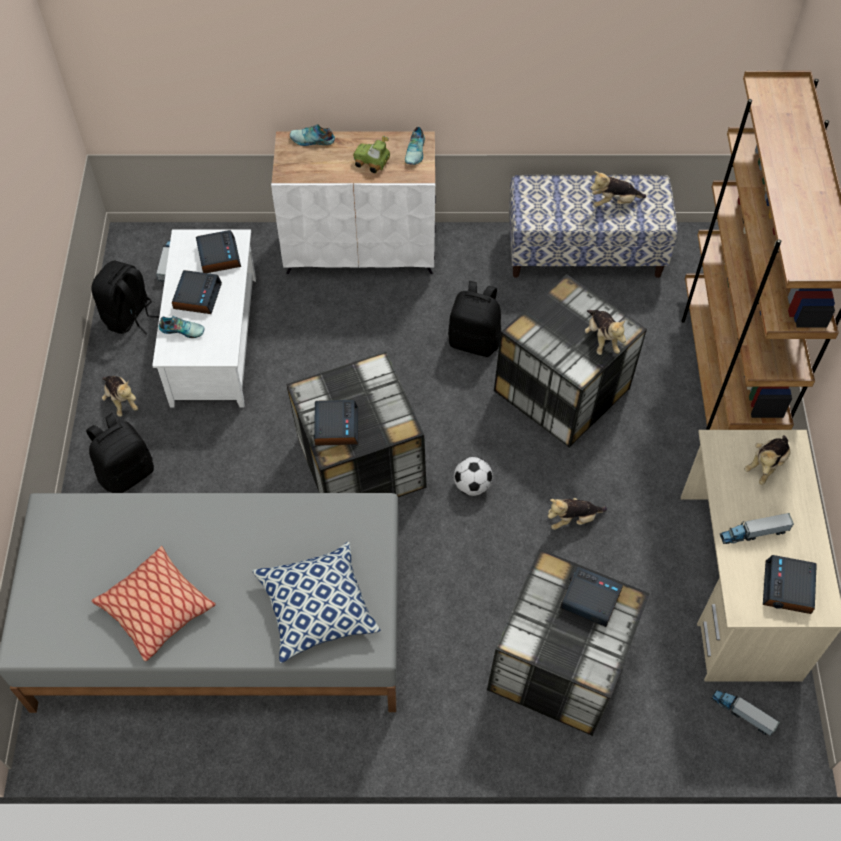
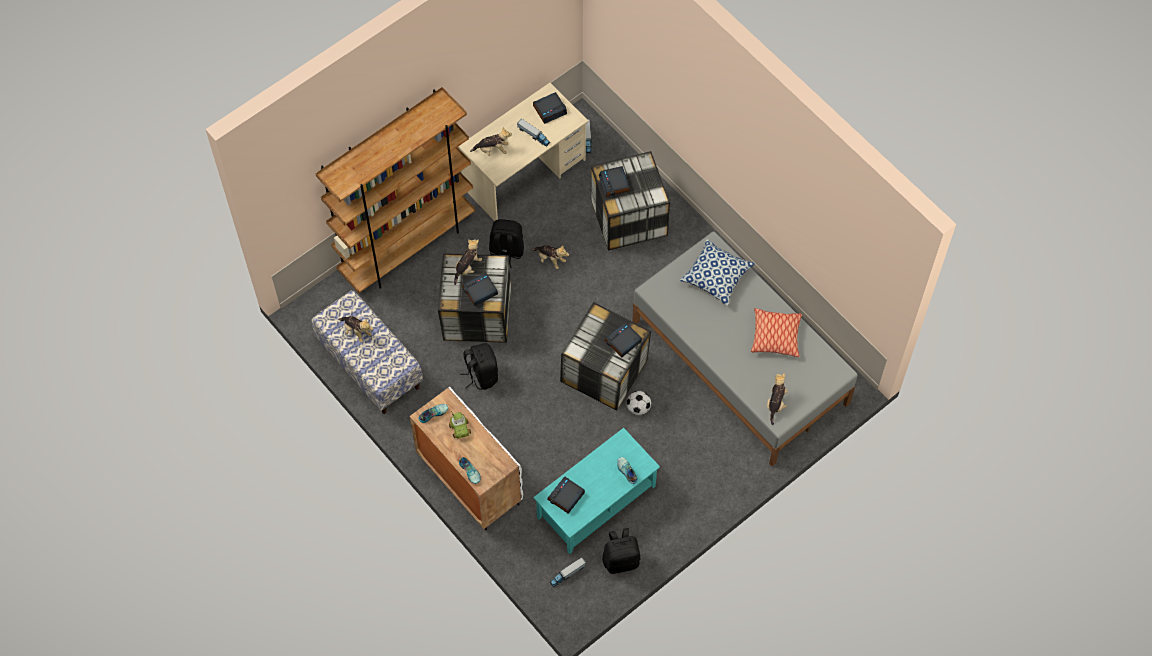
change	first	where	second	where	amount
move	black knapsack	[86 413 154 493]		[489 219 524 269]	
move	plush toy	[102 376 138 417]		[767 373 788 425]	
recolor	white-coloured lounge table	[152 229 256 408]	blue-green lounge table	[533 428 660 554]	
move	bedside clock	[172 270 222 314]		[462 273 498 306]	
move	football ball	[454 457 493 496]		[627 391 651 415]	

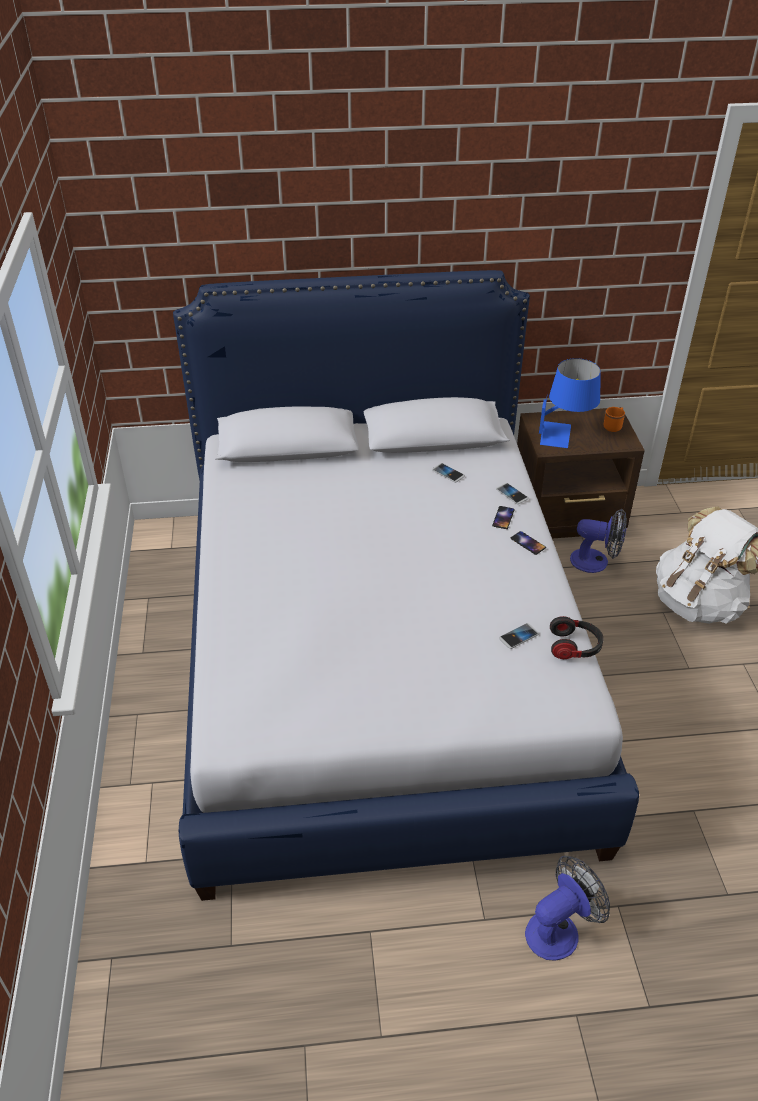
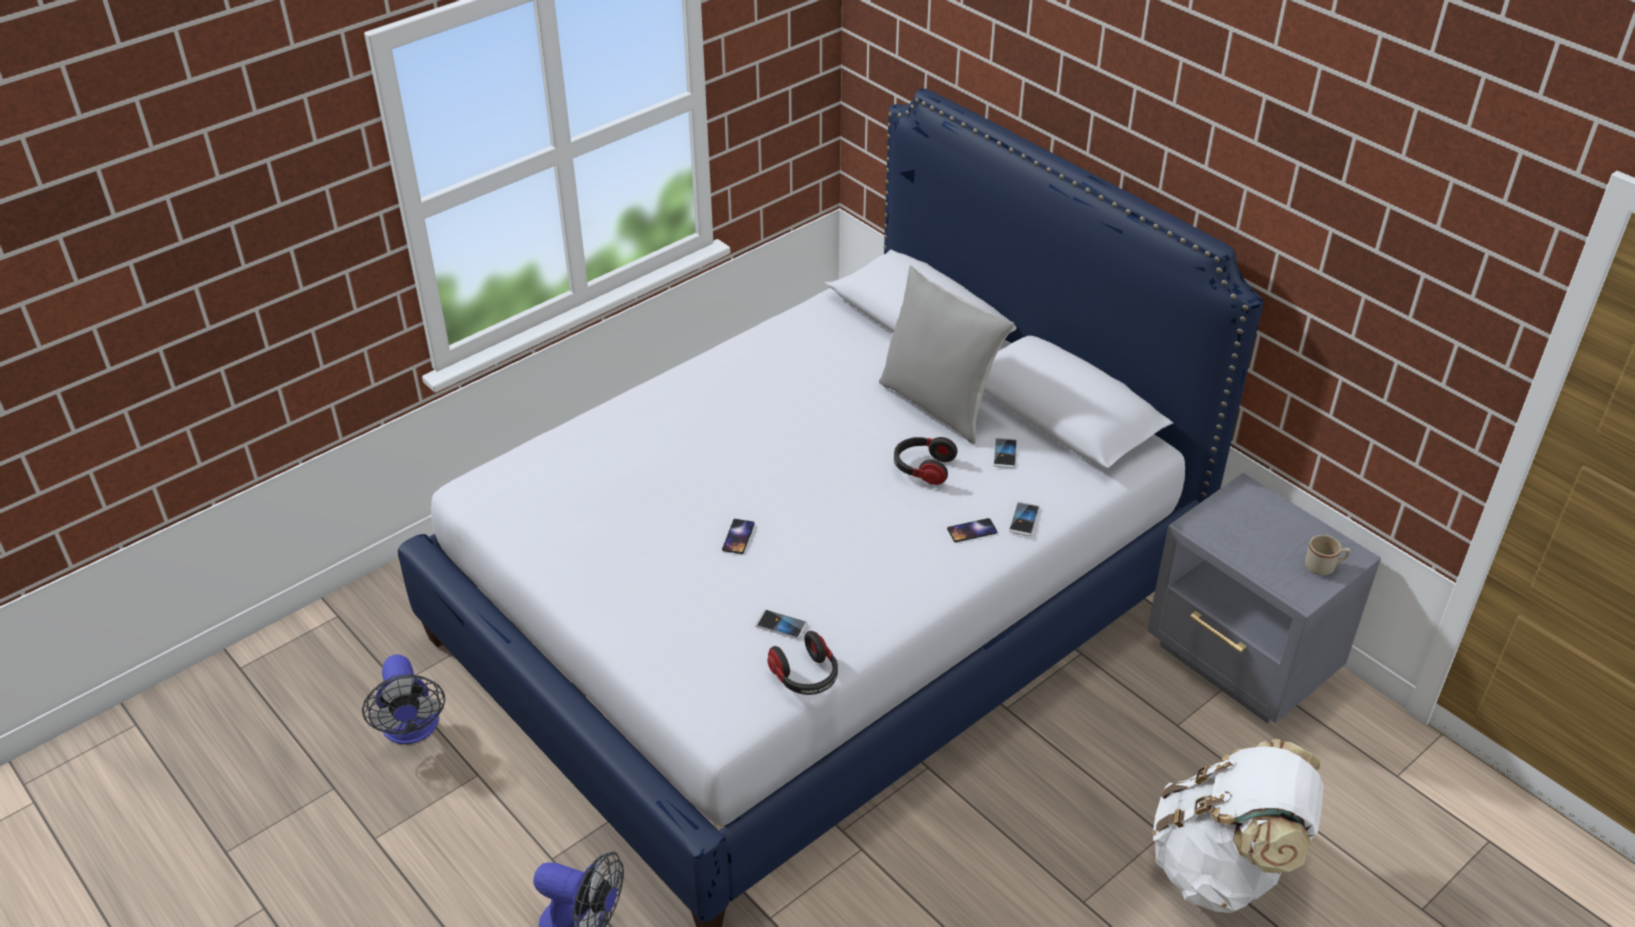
change	first	where	second	where	amount
move	handset	[510 531 546 555]		[722 519 755 554]	
recolor	brownish night table	[517 407 645 538]	greyish night table	[1147 473 1381 723]	
delete	bluish lamp for a table	[539 358 601 448]			
move	cooling fan	[570 509 627 573]		[362 654 445 744]	
recolor	orange tea mug	[604 407 625 432]	beige-coloured tea mug	[1305 535 1350 576]	
insert			greyish cushion	[879 265 1014 444]	
insert			pair of headphones	[894 437 958 485]	

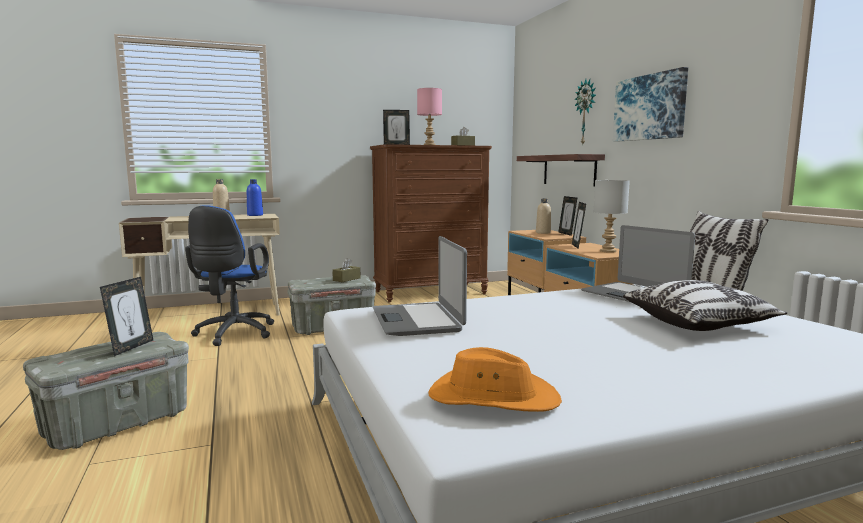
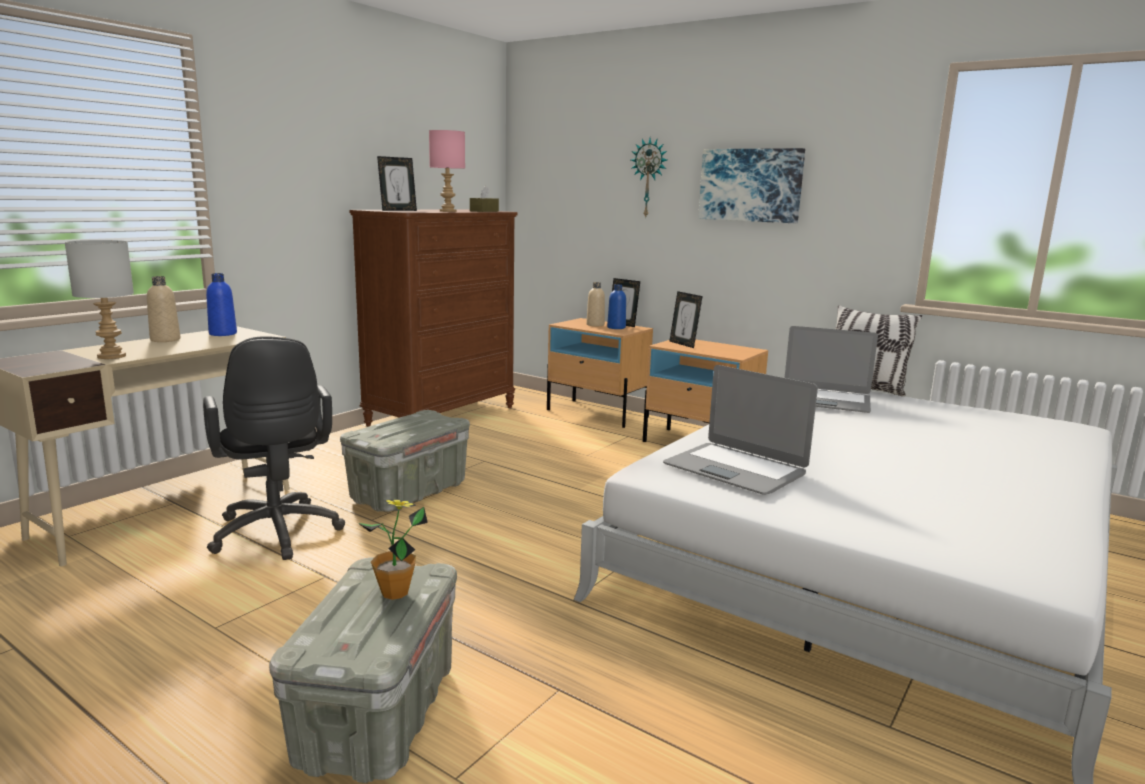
change	first	where	second	where	amount
replace	standing frame	[100 277 153 356]	plant in a pot	[358 499 428 600]	
recolor	bluish office chair	[185 205 274 346]	black office chair	[203 336 345 560]	
delete	brownish box of tissues	[332 258 361 282]			
delete	orange hat	[428 347 562 412]			
delete	shelf	[517 154 605 187]			
move	greyish lamp for a table	[594 180 630 253]		[65 240 134 359]	
delete	cushion	[623 280 787 331]			
insert			bluish bottle	[607 284 626 329]	

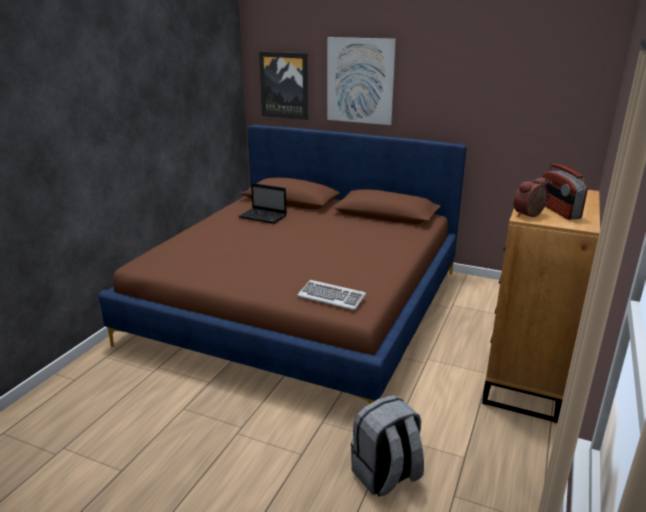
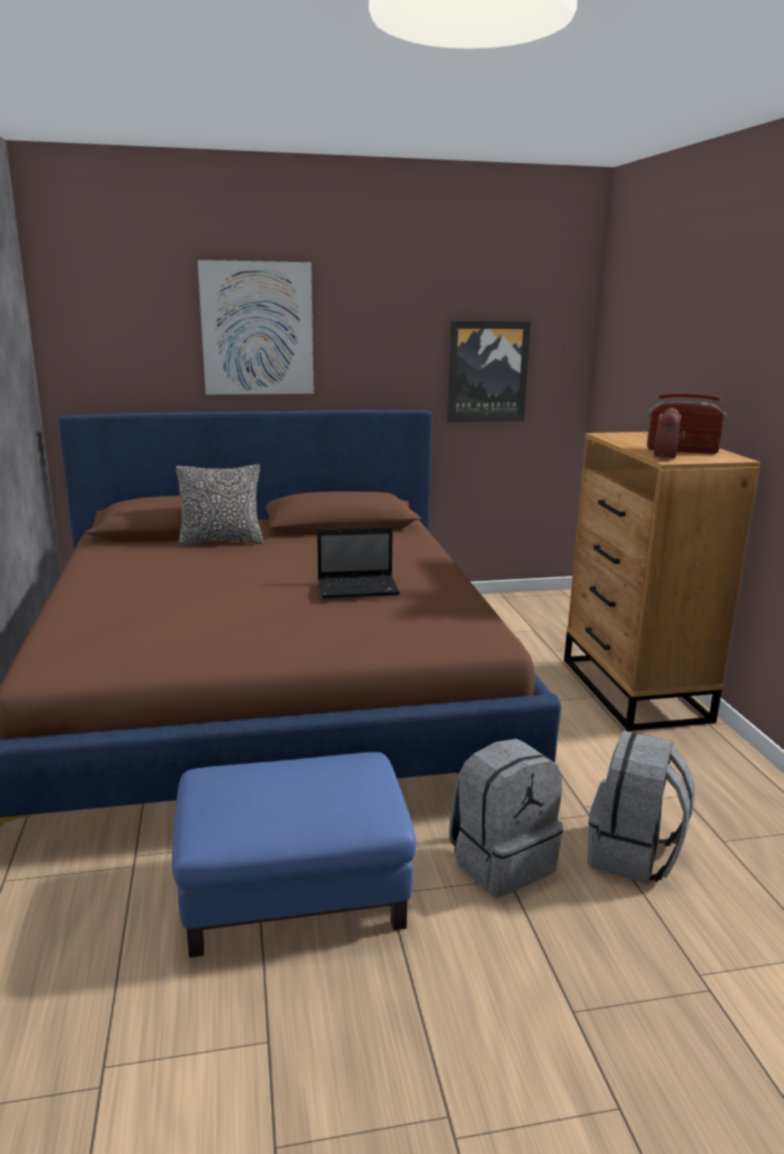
change	first	where	second	where	amount
move	laptop	[238 183 287 224]		[317 527 400 598]	
move	wall picture	[259 52 308 120]		[447 321 531 422]	
delete	computer keyboard	[297 280 366 310]			
rotate	radio	[542 163 588 220]		[647 393 727 454]	150 degrees clockwise
insert			bluish ottoman	[172 752 417 958]	
insert			cushion	[176 464 263 546]	
insert			greyish knapsack	[449 739 563 898]	

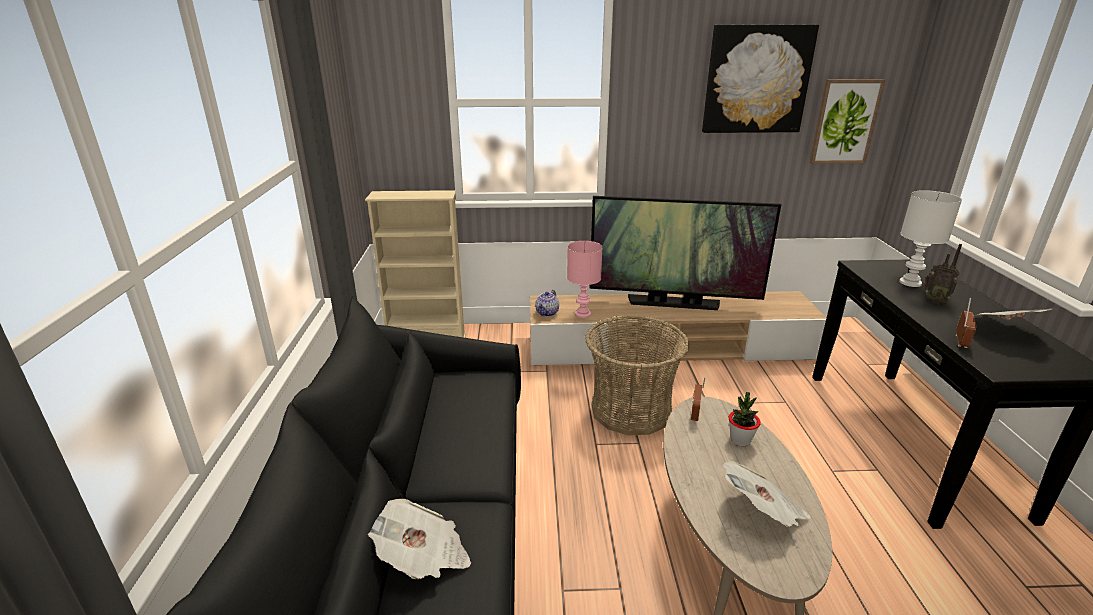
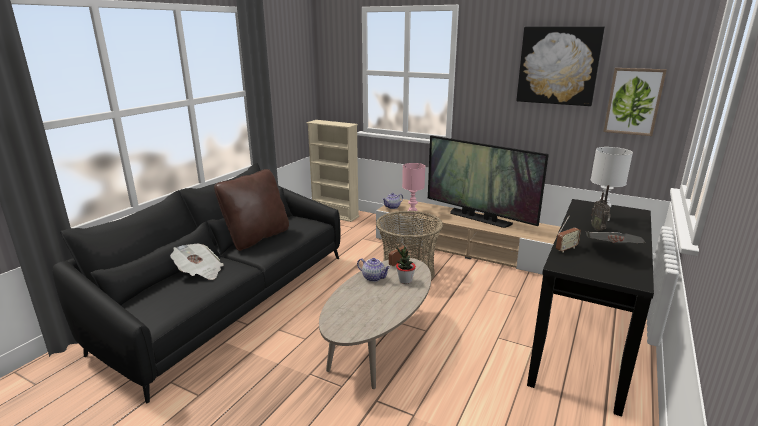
change	first	where	second	where	amount
delete	daily paper	[723 461 811 527]			
insert			brownish cushion	[214 169 289 251]	
insert			teapot	[357 258 390 282]	

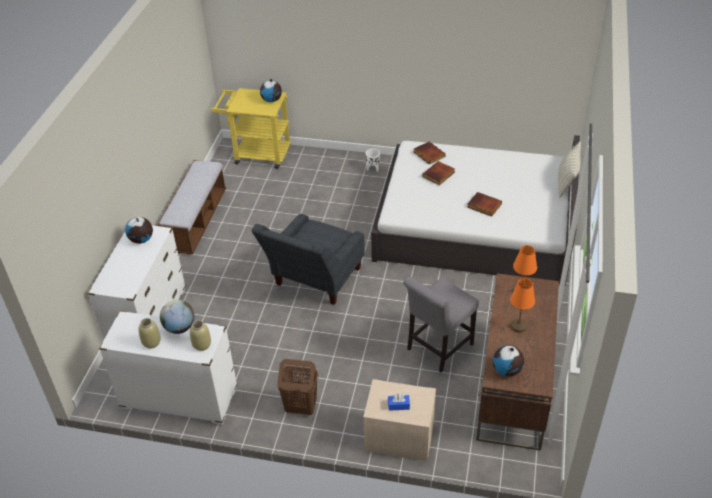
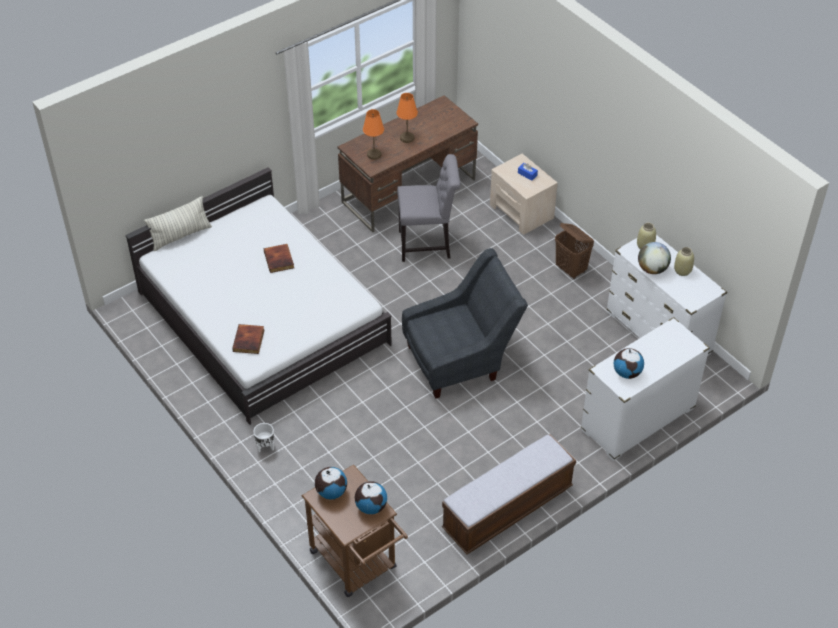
change	first	where	second	where	amount
recolor	yellowish wheeled cart	[211 88 291 169]	brownish wheeled cart	[302 464 408 597]	
delete	bound book	[422 161 455 185]			
move	world globe	[493 345 524 377]		[355 481 387 514]	

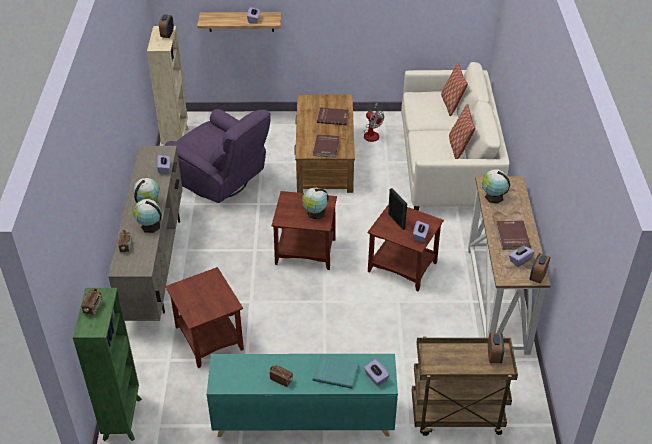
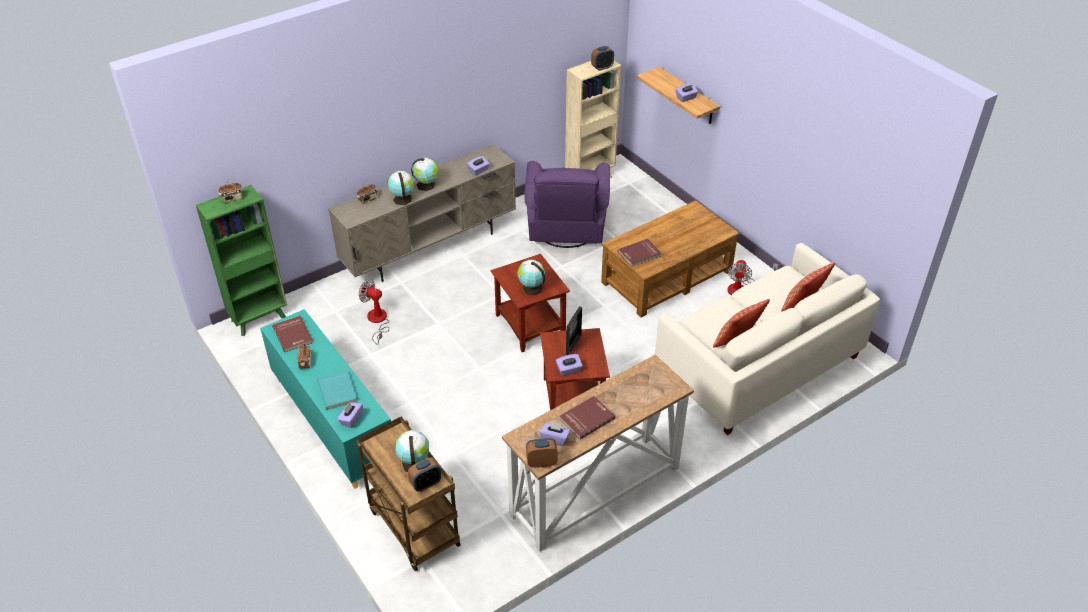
change	first	where	second	where	amount
replace	brownish end table	[165 267 244 368]	cooling fan	[359 279 390 345]	
move	red bound book	[317 107 349 125]		[272 316 313 352]	
move	world globe	[482 169 510 204]		[396 430 429 472]	

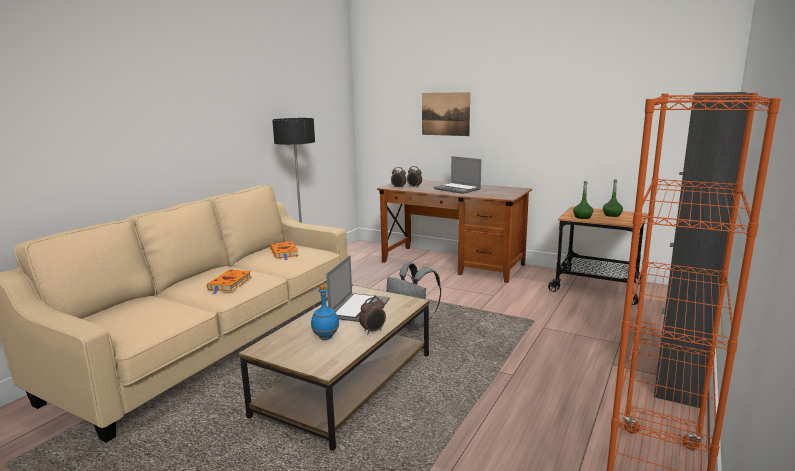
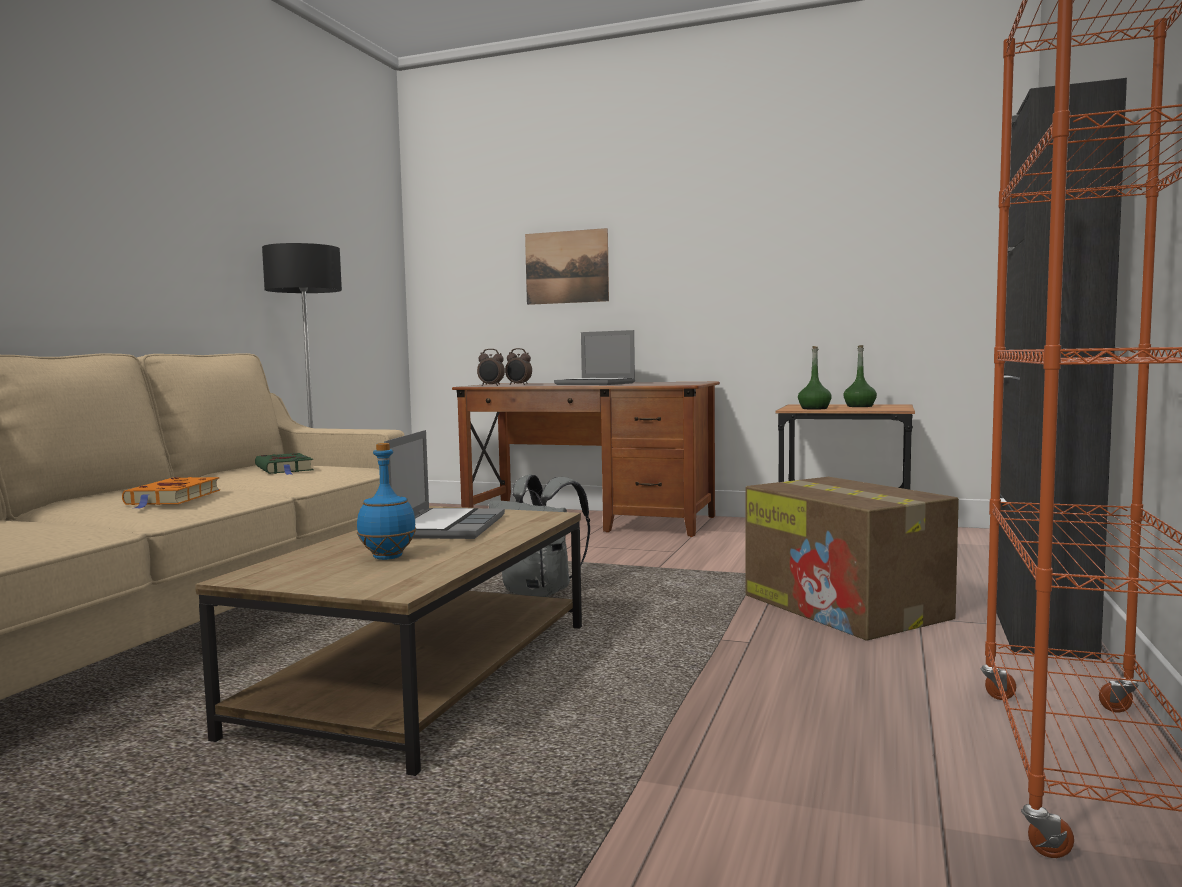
change	first	where	second	where	amount
recolor	orange bound book	[270 241 298 260]	green-coloured bound book	[255 453 314 475]	
delete	bedside clock	[359 297 386 334]			
insert			carton	[745 477 959 641]	

